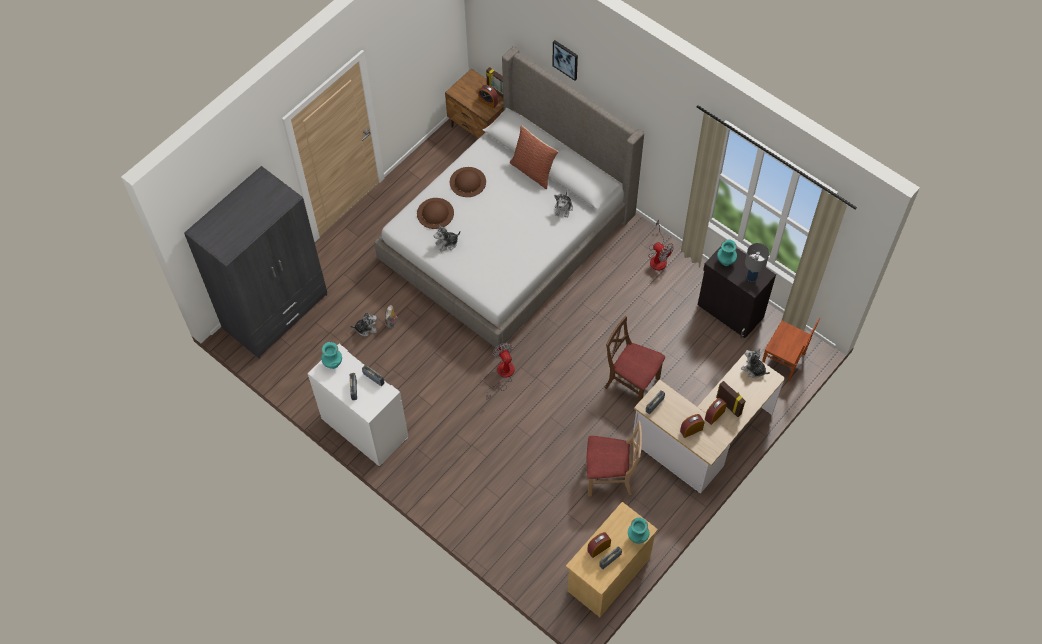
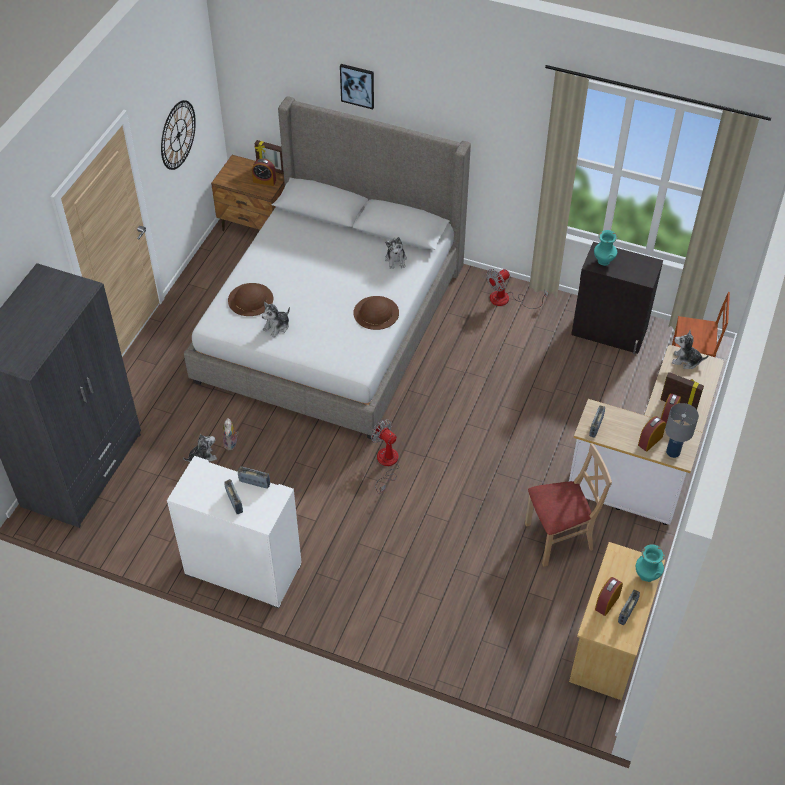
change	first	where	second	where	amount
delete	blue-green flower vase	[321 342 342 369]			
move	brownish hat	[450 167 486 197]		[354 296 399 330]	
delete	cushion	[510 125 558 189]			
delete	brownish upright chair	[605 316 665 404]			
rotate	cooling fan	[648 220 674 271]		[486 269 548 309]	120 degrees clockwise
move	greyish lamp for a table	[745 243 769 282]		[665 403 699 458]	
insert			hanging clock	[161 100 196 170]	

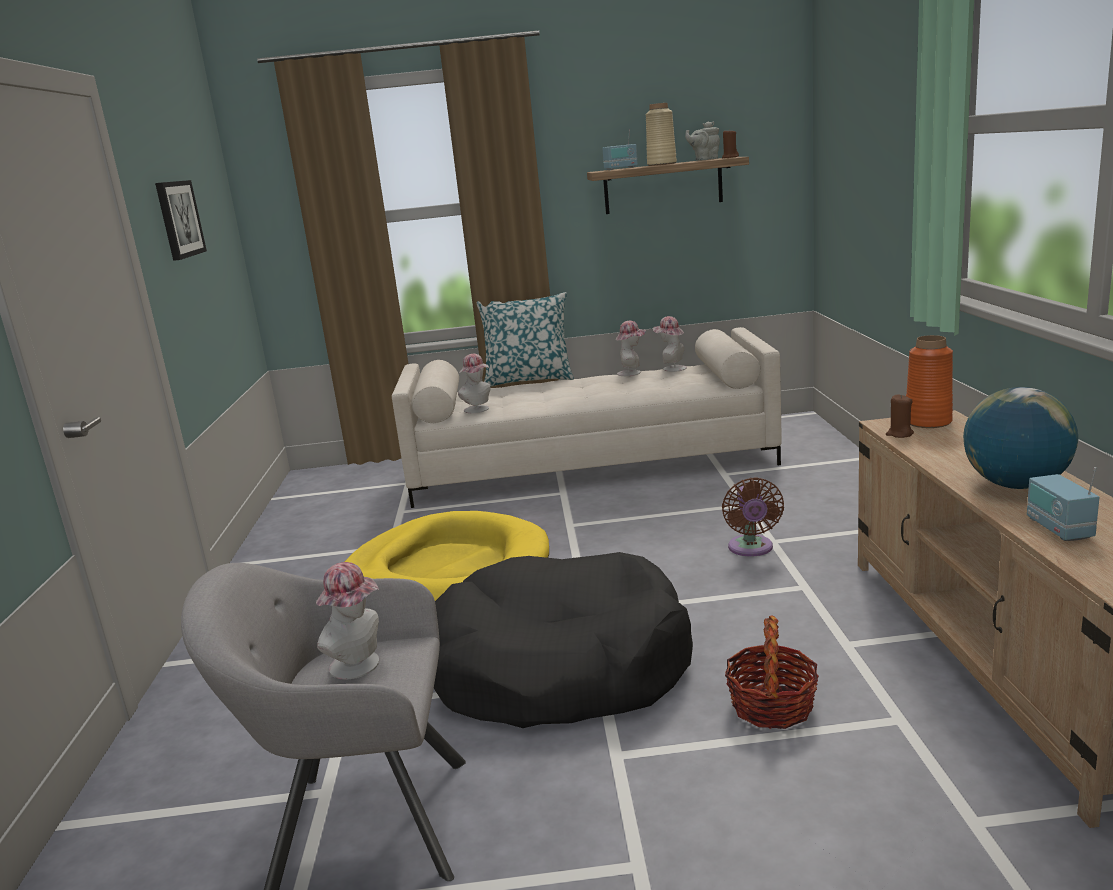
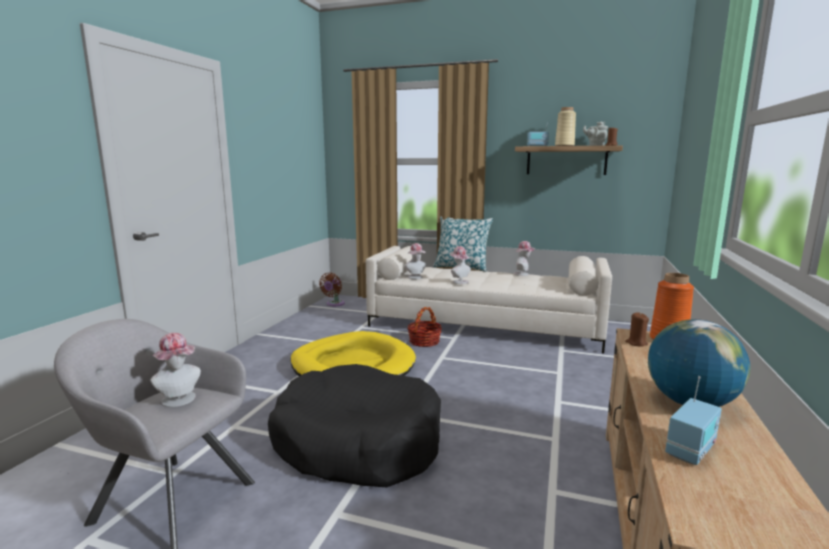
change	first	where	second	where	amount
delete	wall picture	[155 180 207 261]			
move	hat	[653 316 687 372]		[450 246 471 284]	
move	brownish cooling fan	[722 477 784 557]		[319 273 345 306]	
move	household basket	[725 615 819 729]		[408 307 442 347]	
rotate	radio	[1027 467 1099 541]		[665 376 722 465]	150 degrees counterclockwise

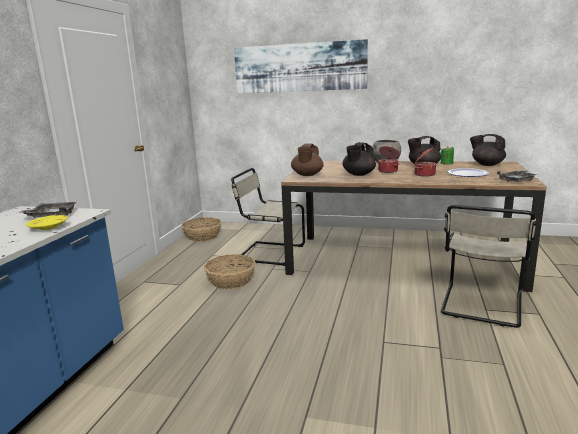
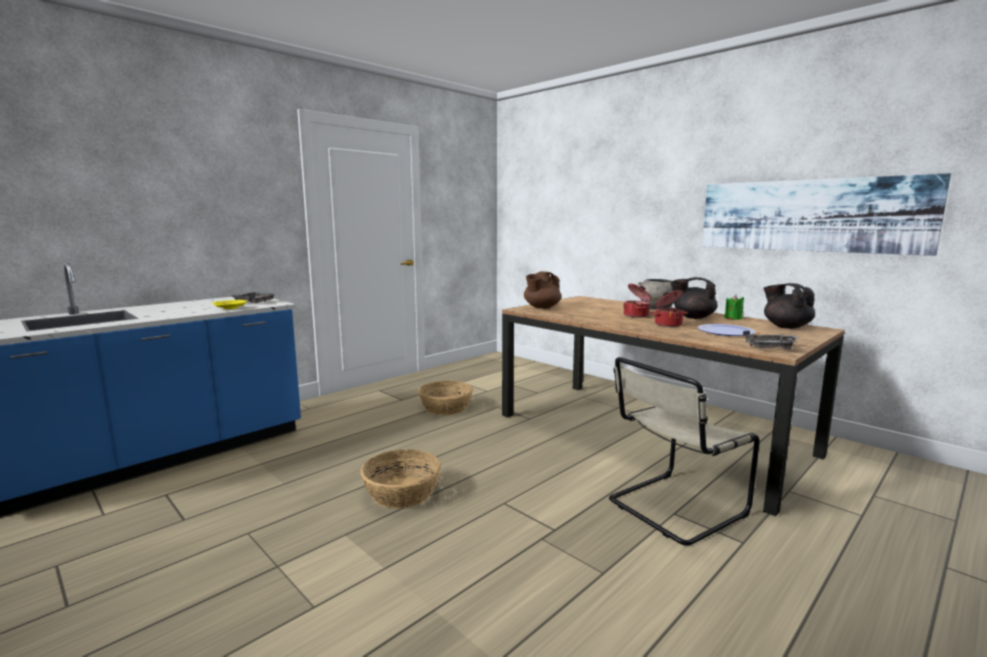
change	first	where	second	where	amount
move	household basket	[181 217 221 242]		[360 449 441 509]	
delete	beige-coloured upright chair	[231 168 305 266]			
move	wall picture	[234 39 368 93]		[702 173 951 256]	
delete	black teapot	[342 142 376 176]			

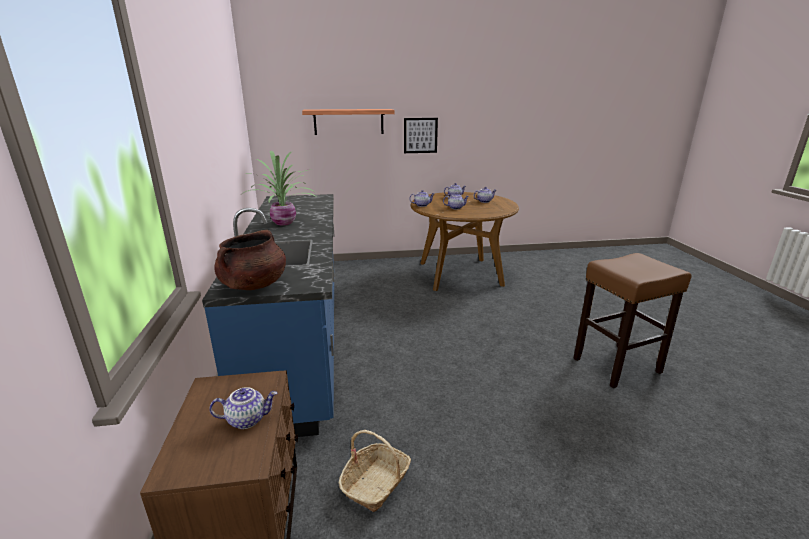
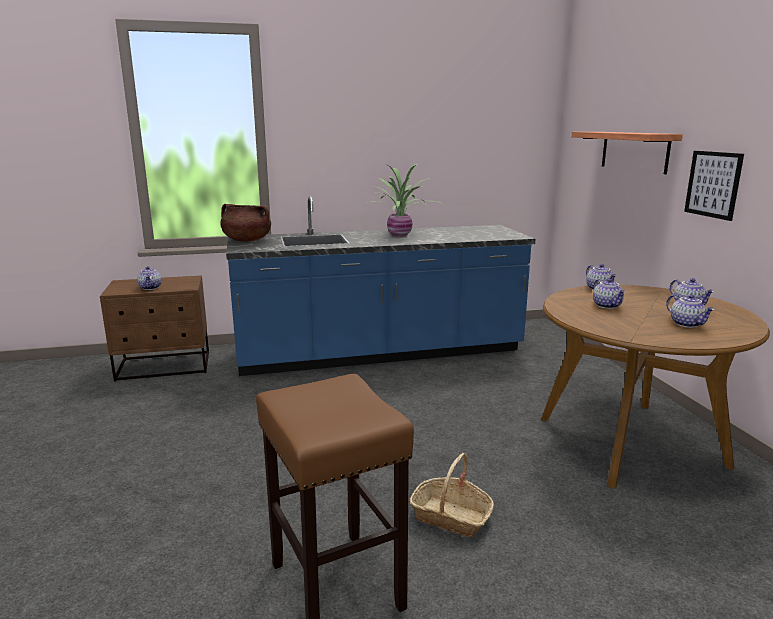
change	first	where	second	where	amount
move	household basket	[339 430 411 512]		[410 453 494 537]	

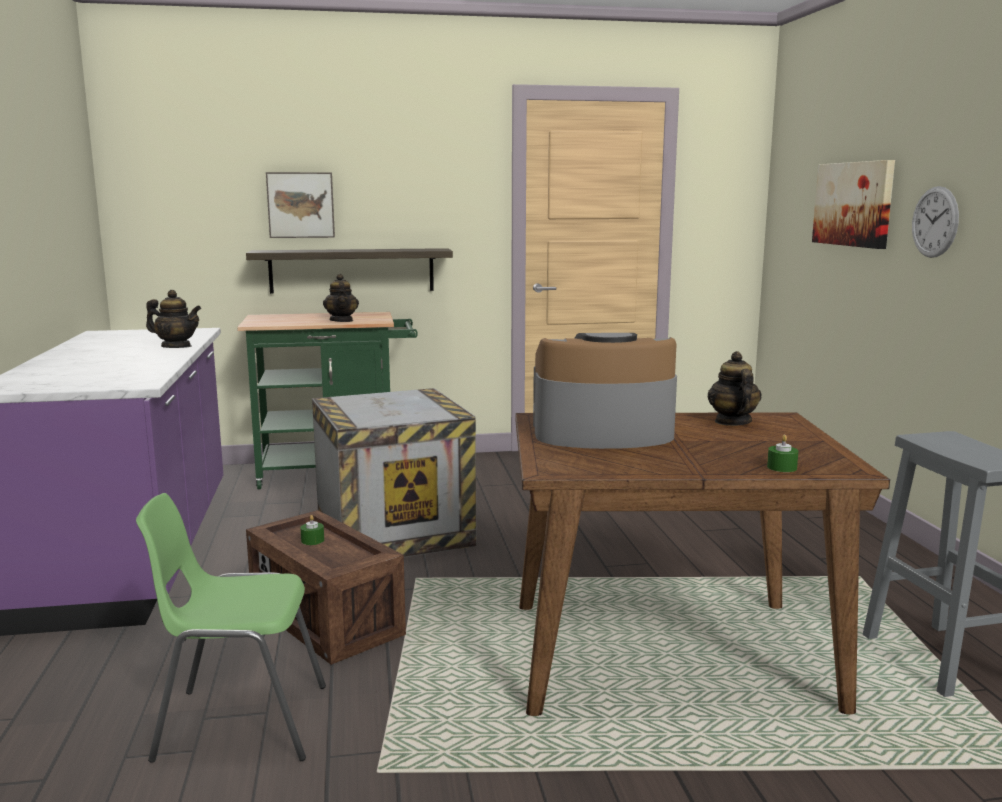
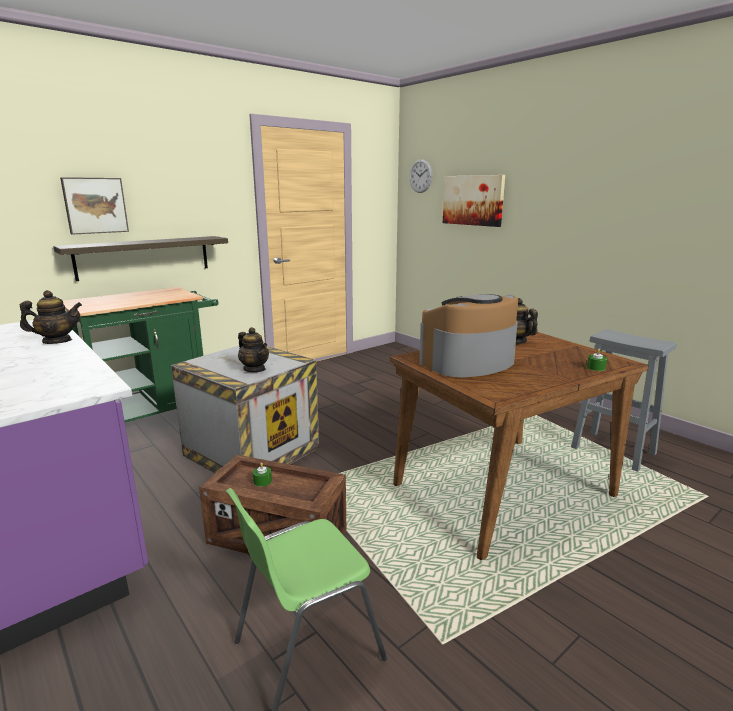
change	first	where	second	where	amount
move	teapot	[323 274 359 322]		[238 327 269 372]	
move	hanging clock	[912 186 959 258]		[409 159 433 193]	

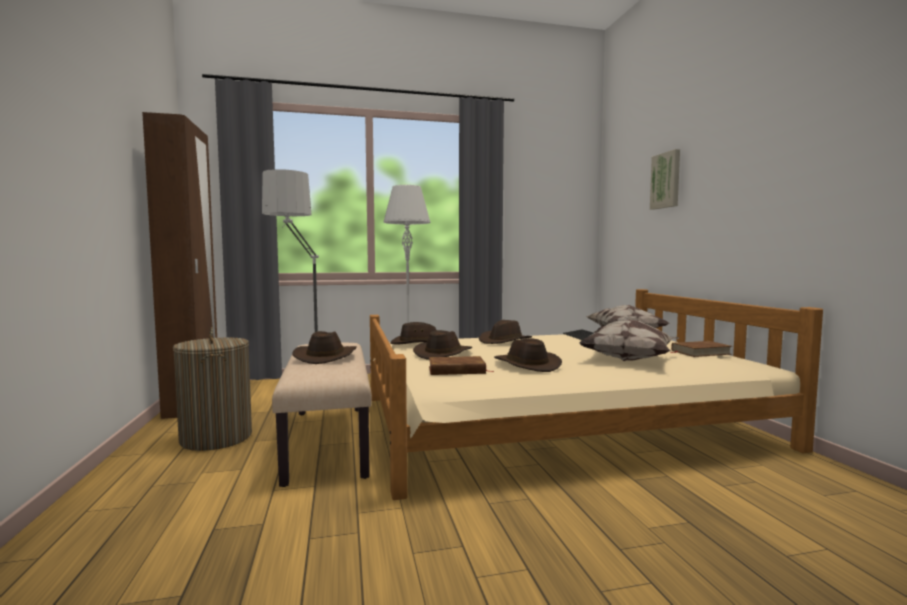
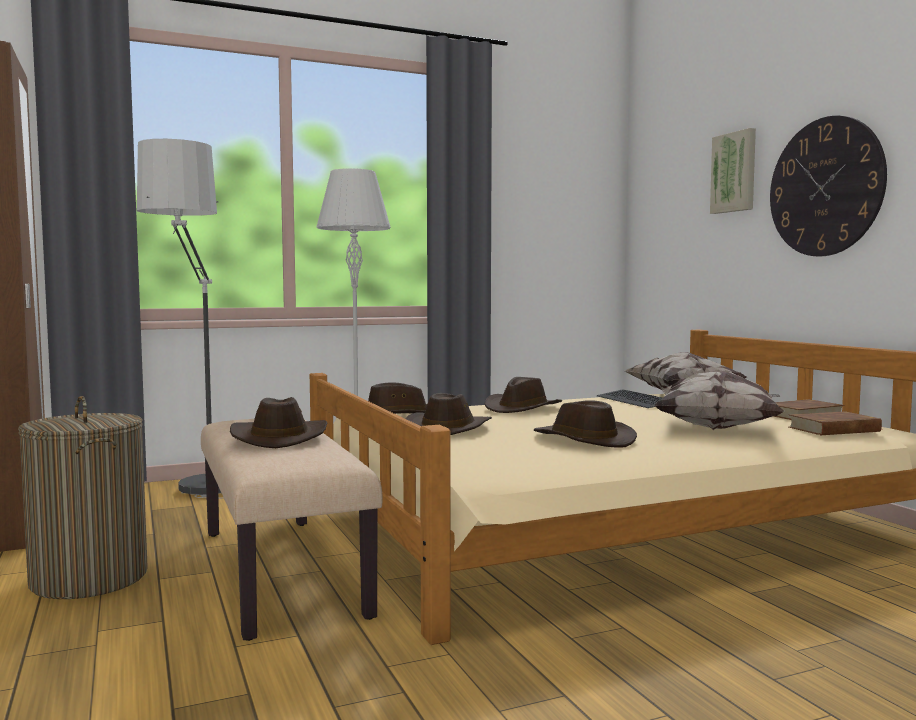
change	first	where	second	where	amount
move	brownish bound book	[429 356 494 375]		[789 412 883 435]	
insert			hanging clock	[770 116 887 256]	

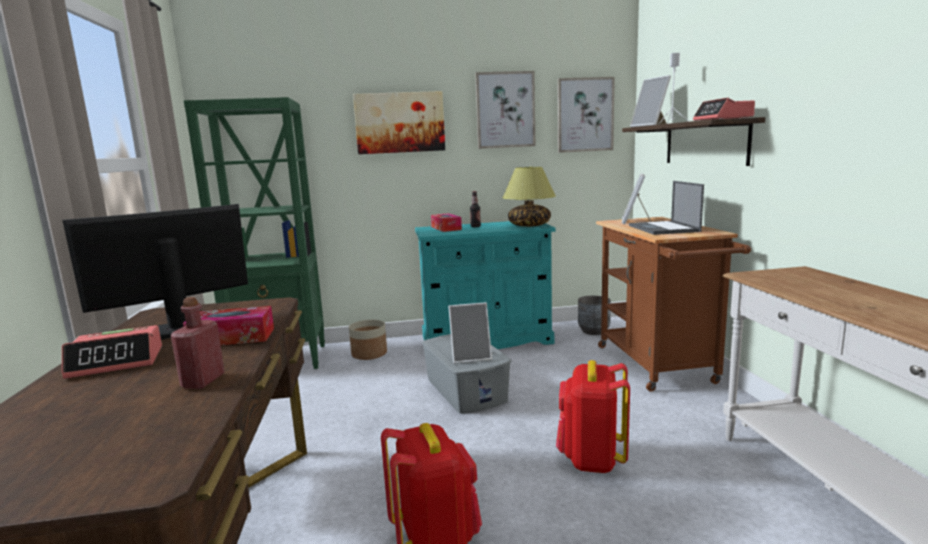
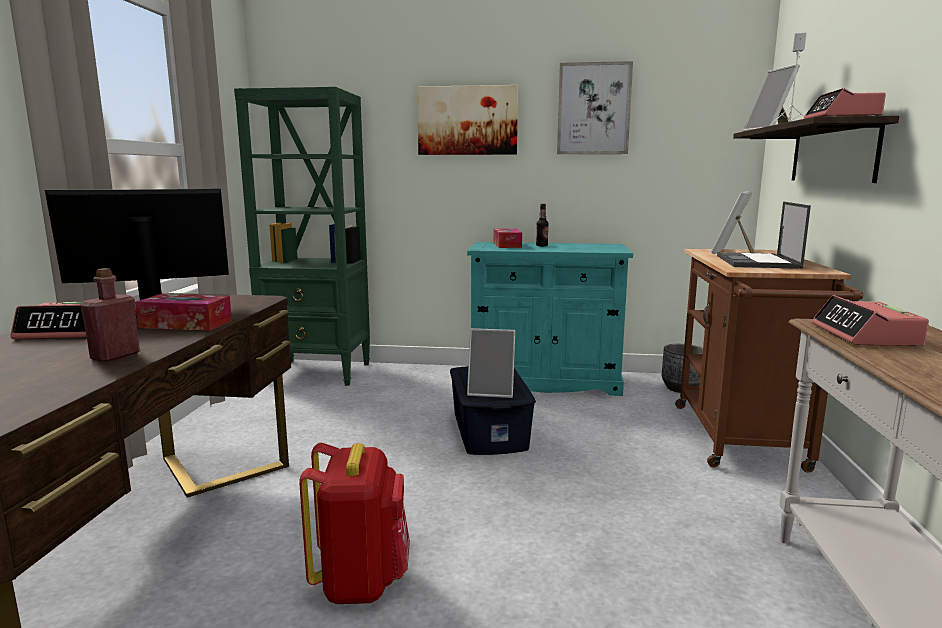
change	first	where	second	where	amount
delete	plant pot	[349 320 387 360]			
recolor	greyish storage box	[422 334 511 414]	bluish storage box	[450 366 536 455]	
delete	lamp for a table	[503 167 556 227]			
delete	red knapsack	[556 360 630 473]			
delete	wall picture	[558 77 615 153]			
insert			bedside clock	[812 295 929 346]	

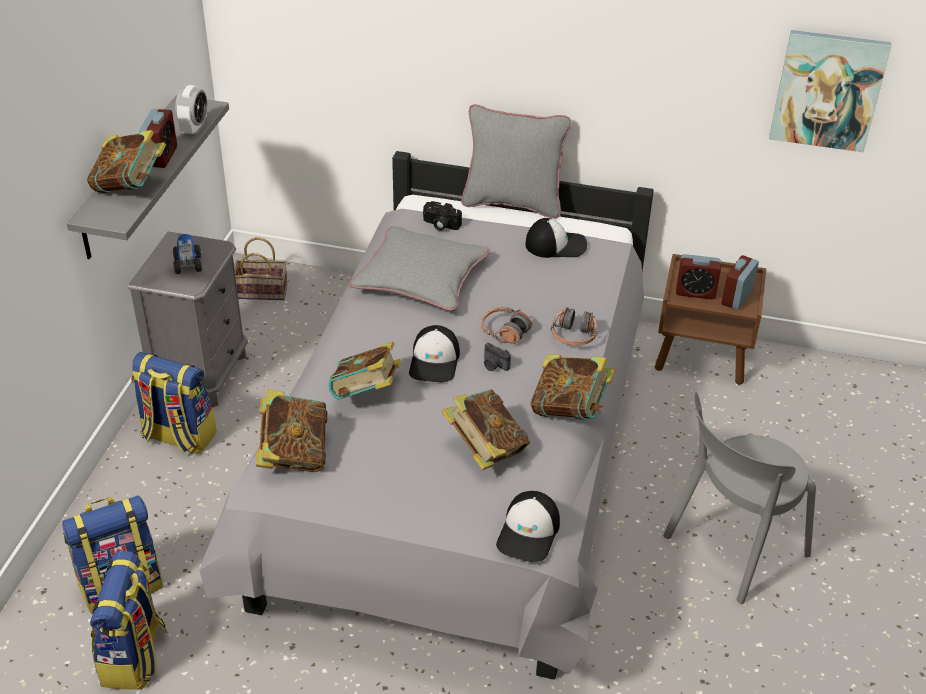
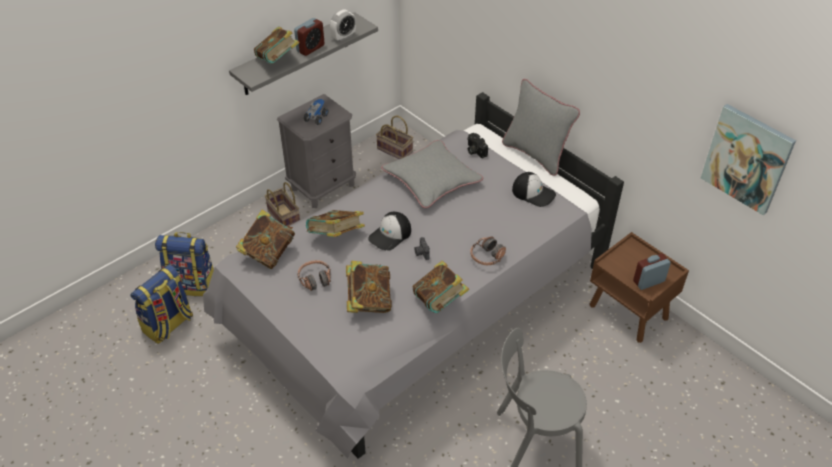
change	first	where	second	where	amount
replace	knapsack	[131 352 216 454]	household basket	[265 182 300 227]	
move	pair of headphones	[481 307 532 344]		[297 260 331 291]	
delete	baseball cap	[496 491 560 562]			
delete	bedside clock	[676 254 721 299]			

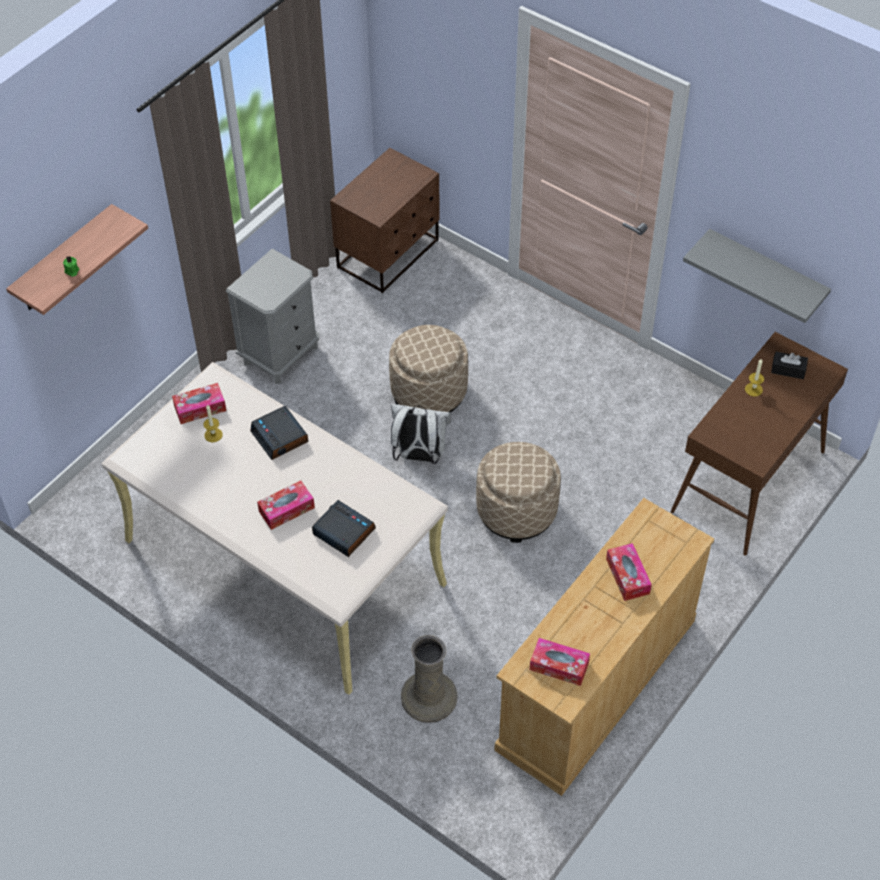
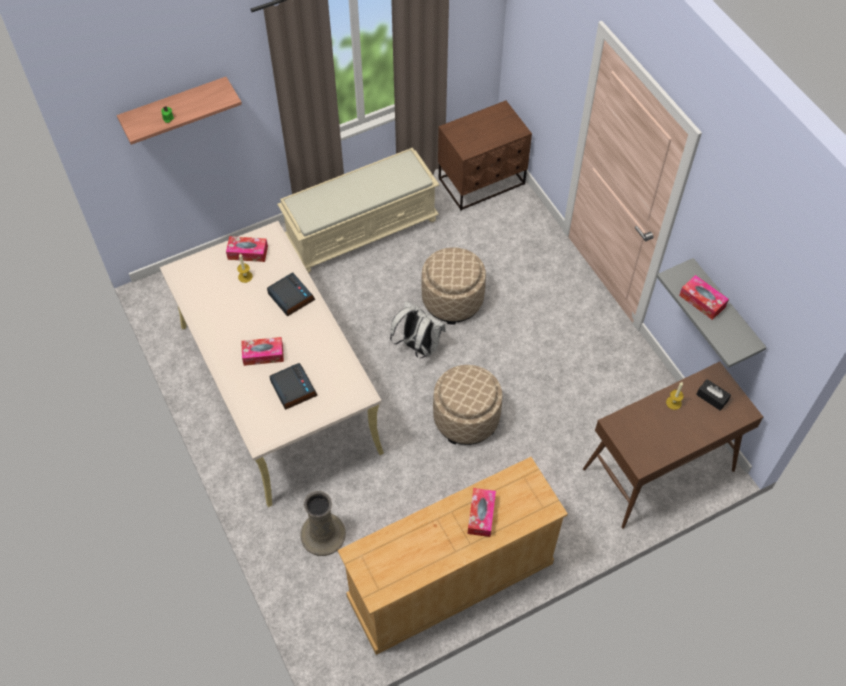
change	first	where	second	where	amount
replace	greyish night table	[226 249 319 384]	beige-coloured bench	[277 148 439 273]	
rotate	bedside clock	[250 406 308 460]		[267 272 315 317]	150 degrees clockwise
move	box of tissues	[530 638 590 686]		[679 275 729 320]	

